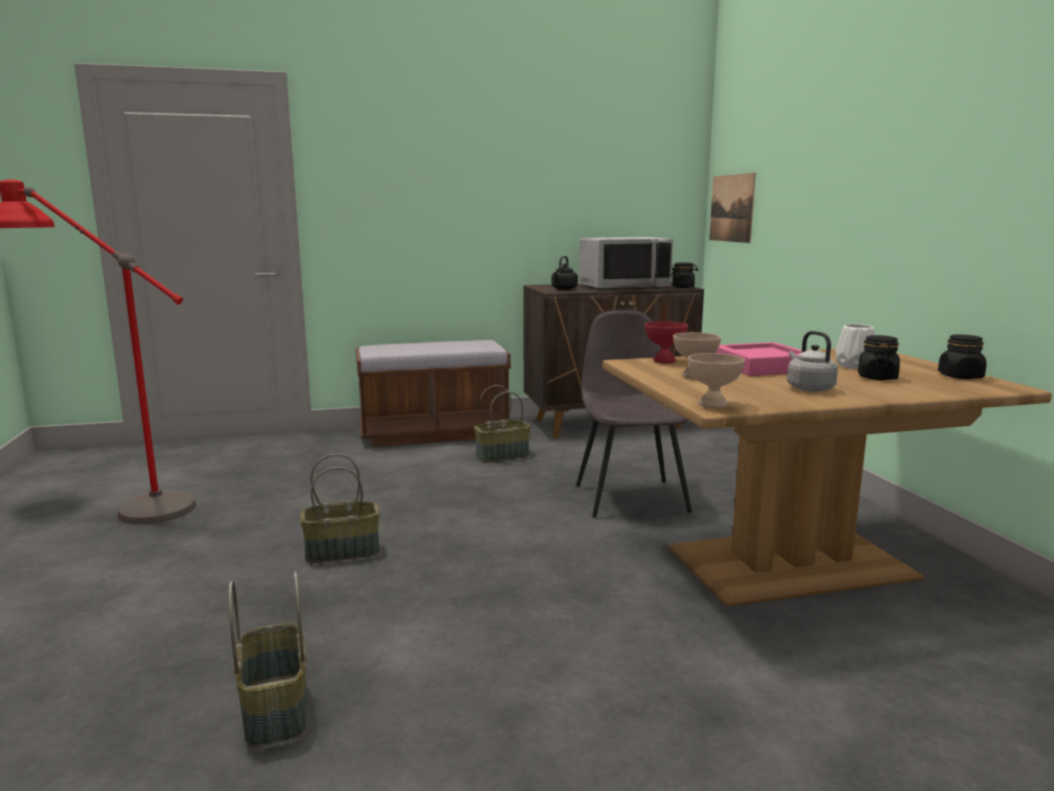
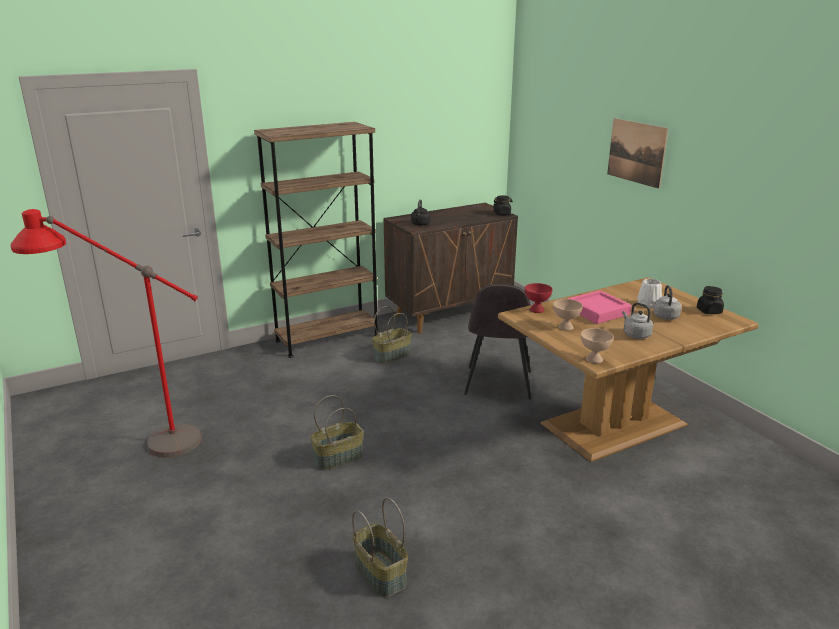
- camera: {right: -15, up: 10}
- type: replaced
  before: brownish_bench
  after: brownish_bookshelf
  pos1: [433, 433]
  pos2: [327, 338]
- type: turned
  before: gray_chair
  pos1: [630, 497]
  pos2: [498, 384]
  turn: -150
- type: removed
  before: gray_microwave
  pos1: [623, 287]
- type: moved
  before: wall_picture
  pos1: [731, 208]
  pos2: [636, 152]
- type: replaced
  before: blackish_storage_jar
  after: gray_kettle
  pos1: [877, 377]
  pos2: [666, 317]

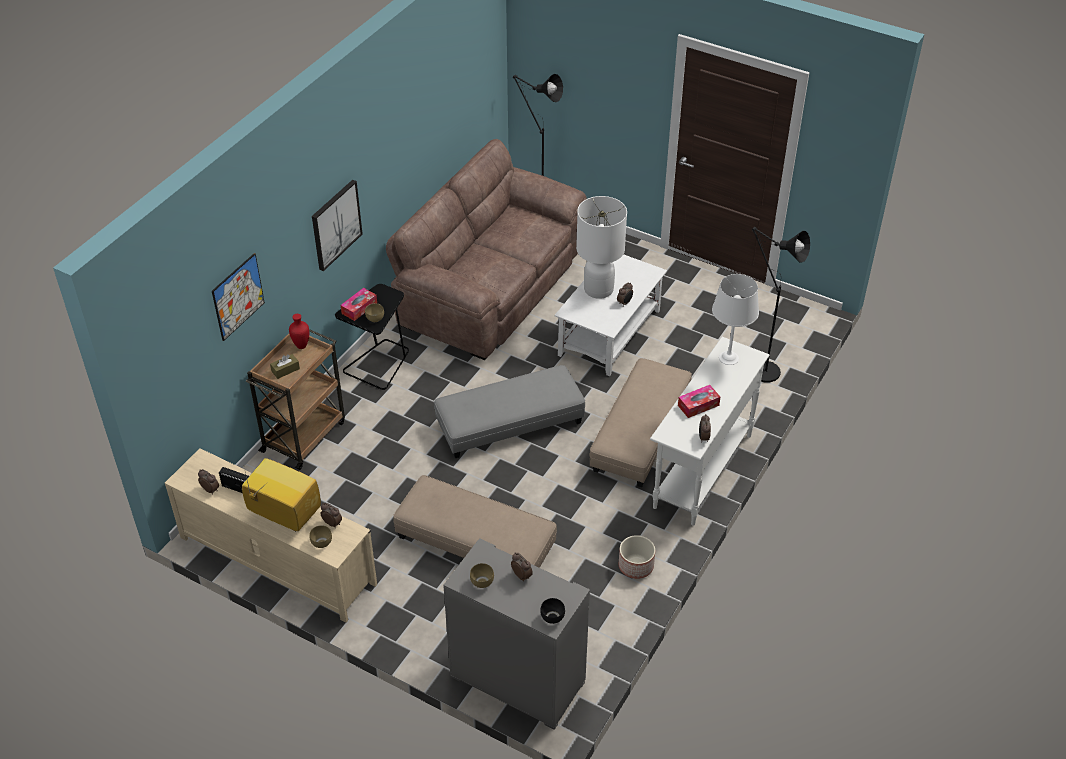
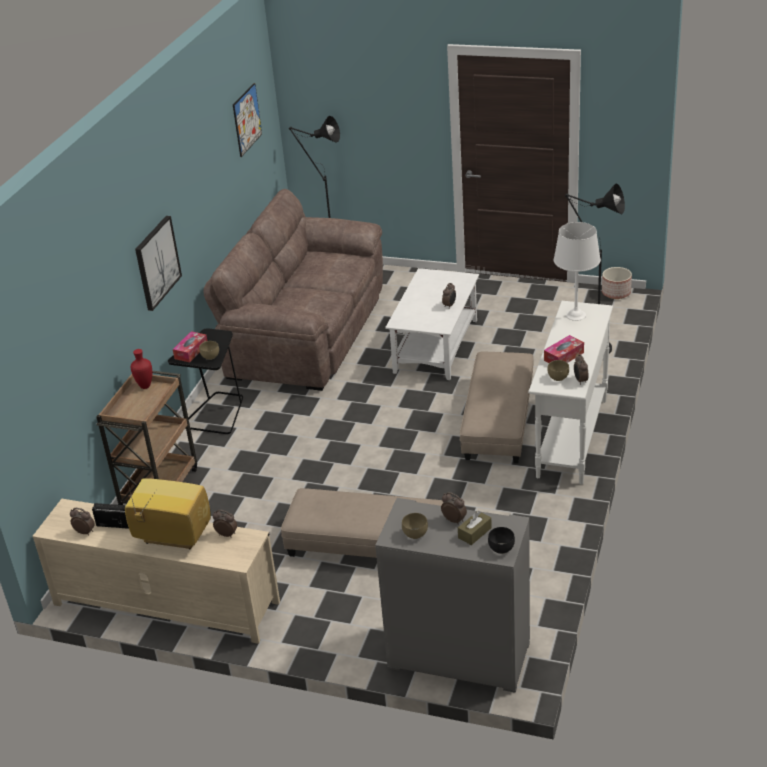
- camera: {right: -10, up: -10}
- type: moved
  before: wall_picture
  pos1: [238, 296]
  pos2: [247, 119]
- type: moved
  before: brownish_box_of_tissues
  pos1: [285, 370]
  pos2: [474, 533]
- type: moved
  before: brownish_serving_bowl
  pos1: [321, 542]
  pos2: [557, 377]
- type: removed
  before: gray_pouffe
  pos1: [509, 423]
- type: removed
  before: whitish_tabletop_lamp
  pos1: [598, 289]
- type: moved
  before: flower_pot
  pos1: [636, 566]
  pos2: [616, 293]

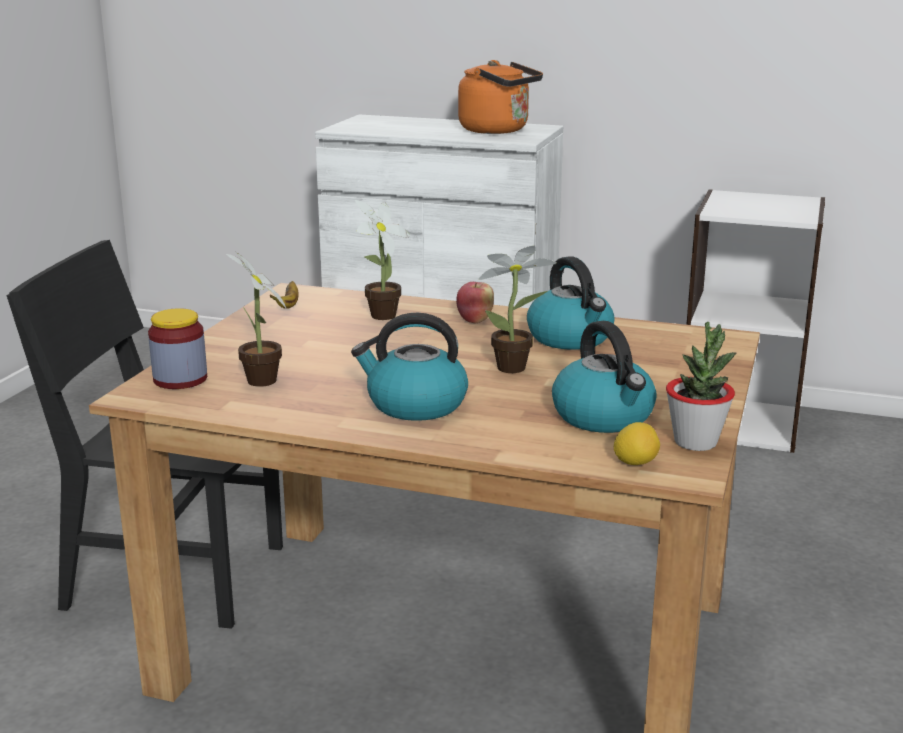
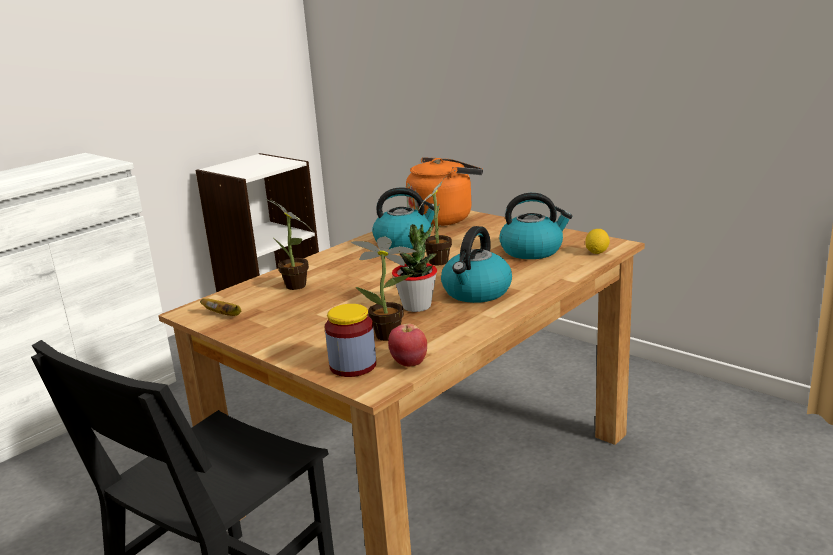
- camera: {right: -65, up: 0}
- type: moved
  before: apple_fruit
  pos1: [474, 320]
  pos2: [409, 363]
- type: moved
  before: orange_kettle
  pos1: [498, 130]
  pos2: [443, 218]
- type: moved
  before: potted_plant
  pos1: [696, 442]
  pos2: [417, 306]

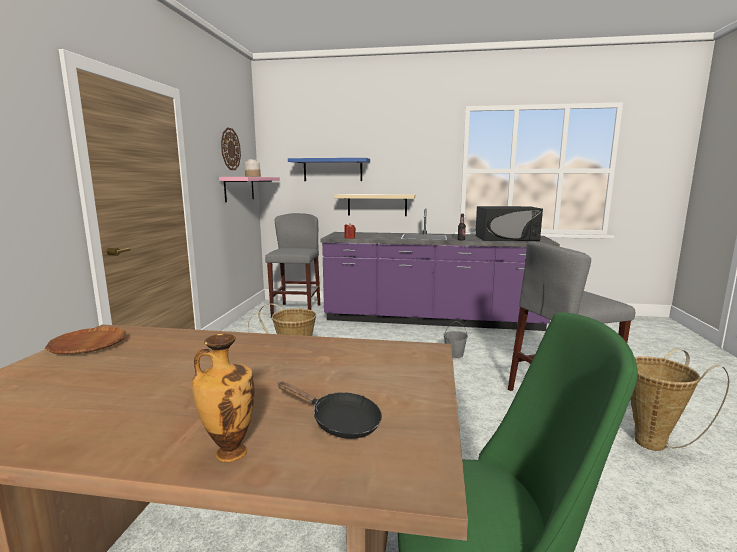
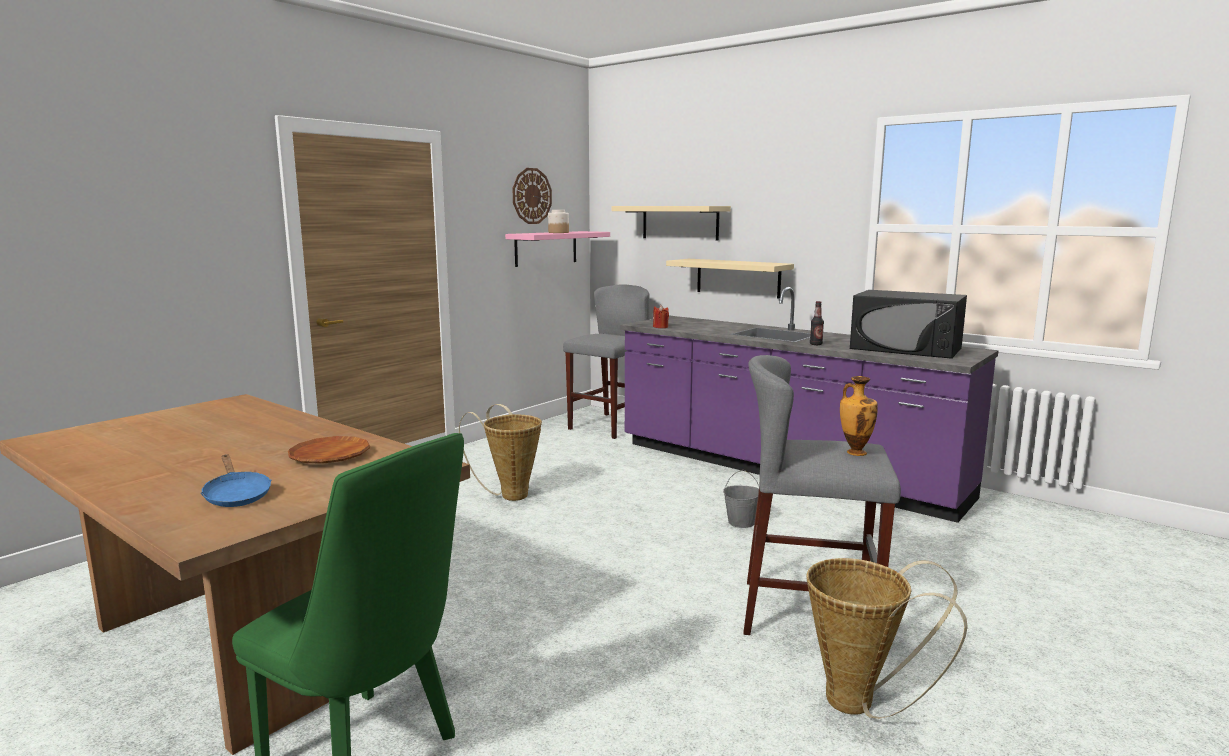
- camera: {right: 30, up: 0}
- type: moved
  before: brownish_dinner_plate
  pos1: [88, 345]
  pos2: [330, 455]
- type: moved
  before: flower_vase
  pos1: [229, 452]
  pos2: [855, 452]
- type: recoloured
  before: blackish_skillet
  after: bluish_skillet
  pos1: [339, 422]
  pos2: [236, 496]
- type: recoloured
  before: bluish_shelf
  after: sand-coloured_shelf
  pos1: [332, 170]
  pos2: [680, 222]

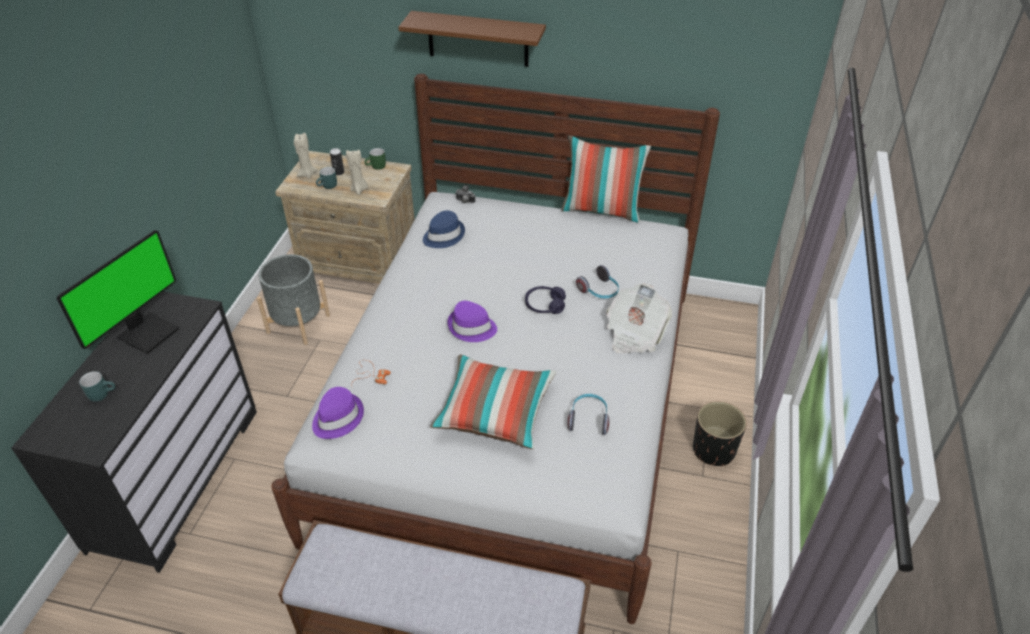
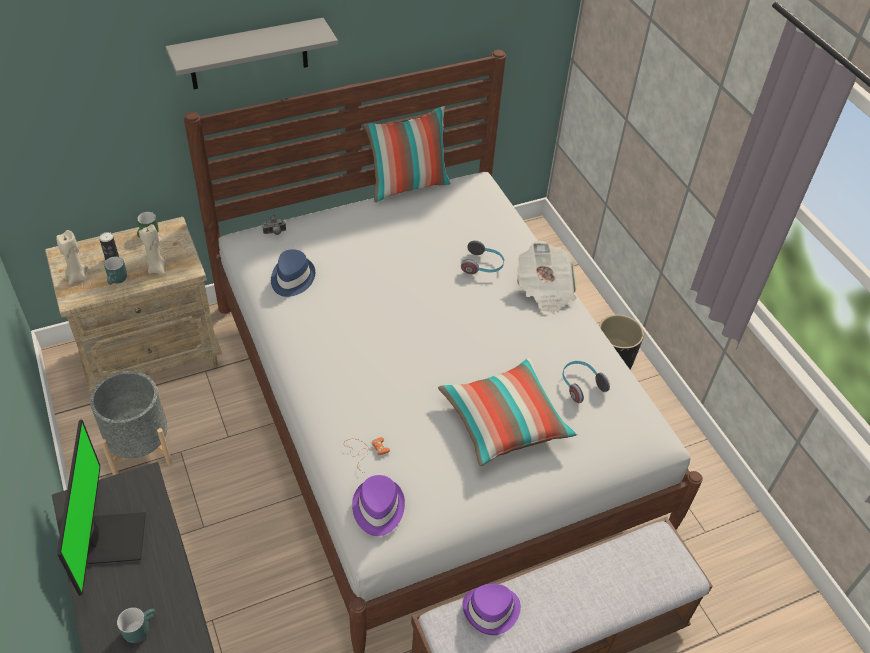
- camera: {right: -40, up: 5}
- type: recoloured
  before: brownish_shelf
  after: gray_shelf
  pos1: [478, 39]
  pos2: [248, 54]
- type: moved
  before: purplish_clothing_hat
  pos1: [471, 328]
  pos2: [491, 610]
- type: removed
  before: purplish_pair_of_headphones
  pos1: [545, 305]

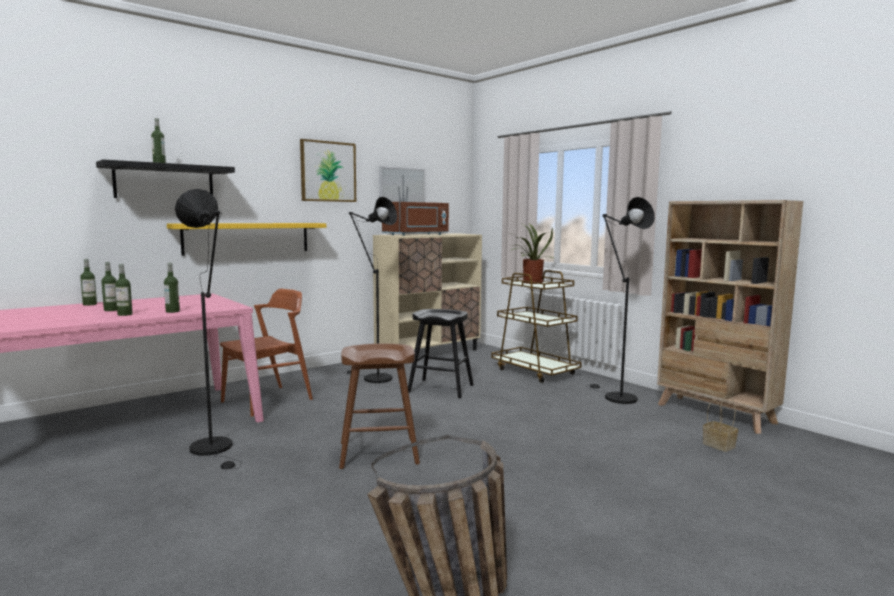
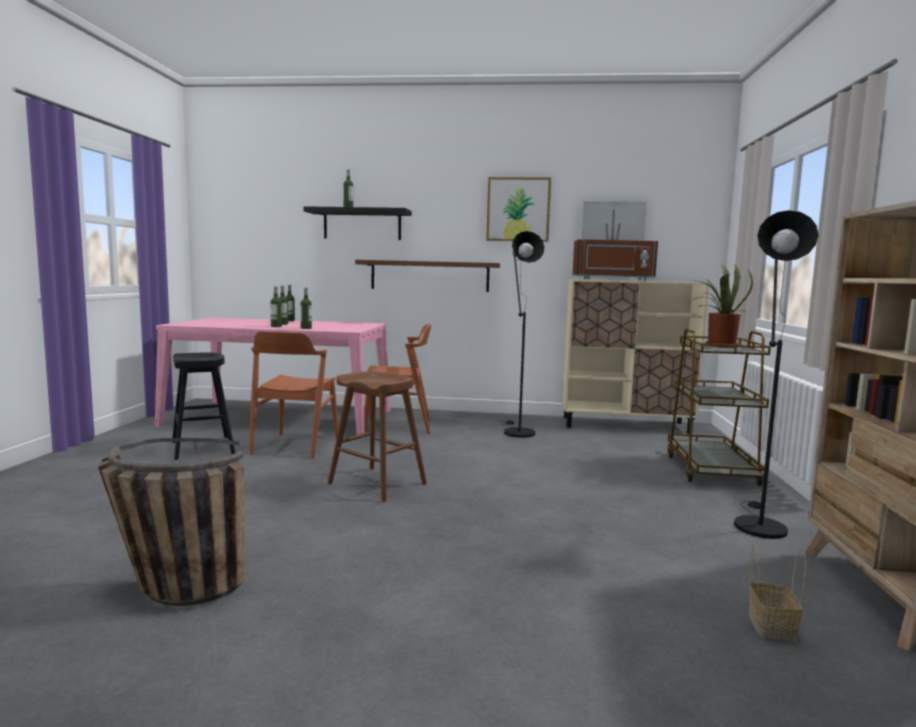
- camera: {right: 45, up: 0}
- type: recoloured
  before: yellow_shelf
  after: brownish_shelf
  pos1: [247, 238]
  pos2: [429, 276]
- type: replaced
  before: blackish_floor_lamp
  after: brownish_chair
  pos1: [215, 449]
  pos2: [295, 446]
- type: moved
  before: blackish_stool
  pos1: [440, 388]
  pos2: [202, 447]

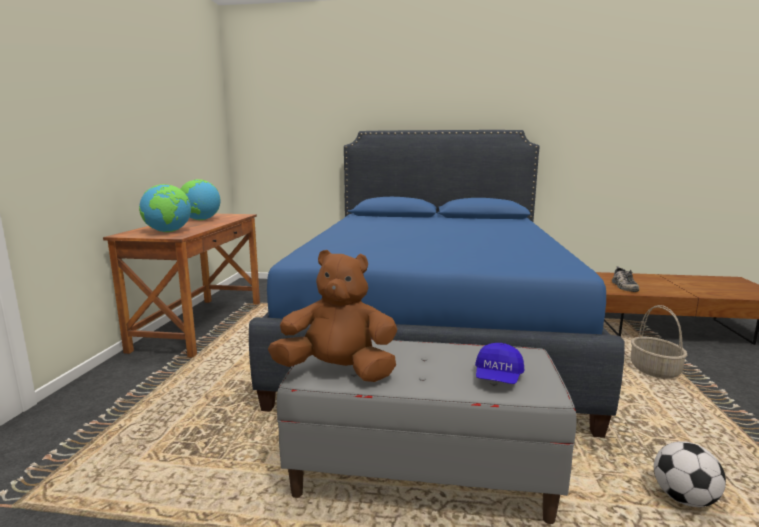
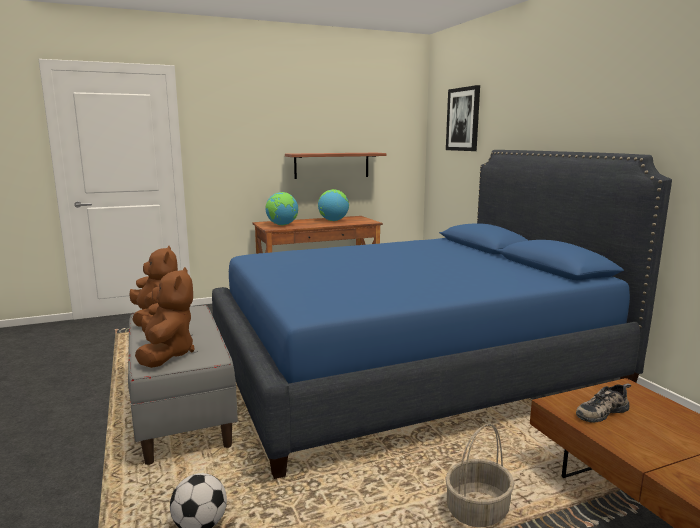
- camera: {right: 60, up: 0}
- type: replaced
  before: bluish_baseball_cap
  after: brownish_plush_toy
  pos1: [498, 378]
  pos2: [166, 354]
- type: added
  after: shelf
  pos2: [332, 165]
- type: added
  after: wall_picture
  pos2: [463, 119]

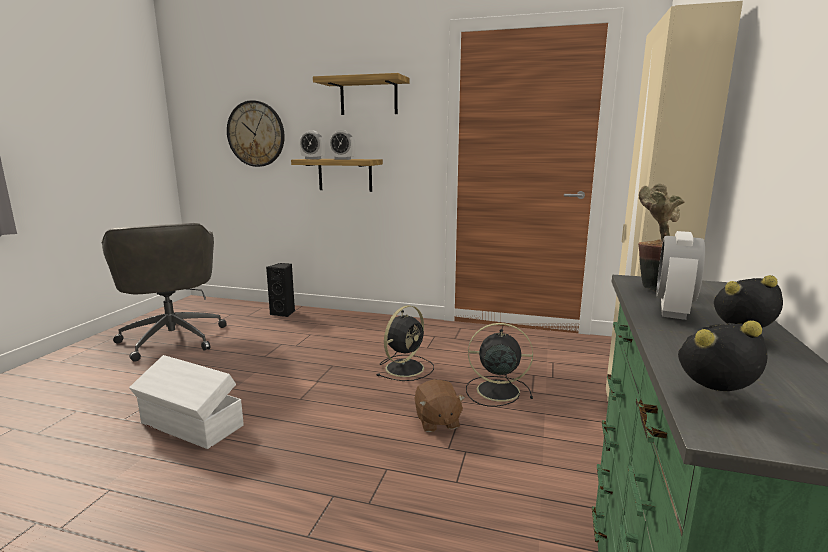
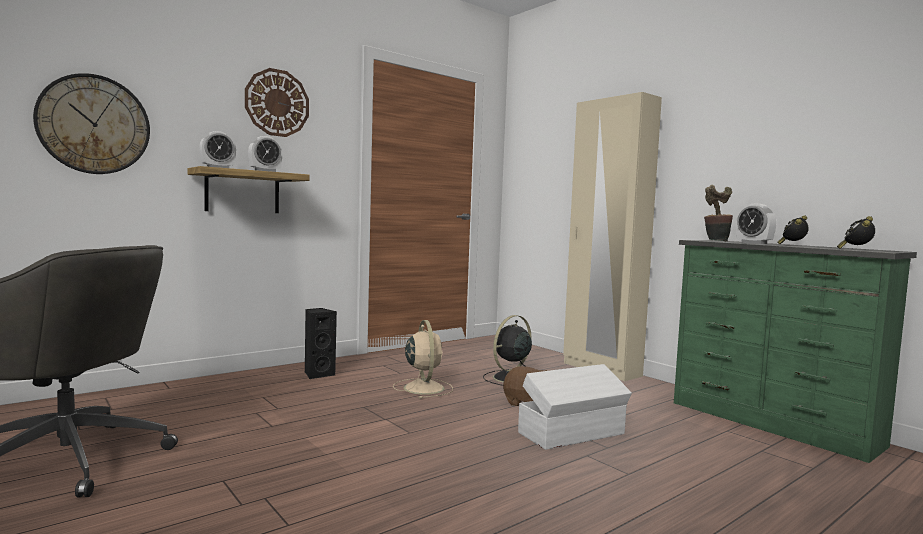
- camera: {right: -55, up: -10}
- type: moved
  before: whitish_storage_bin
  pos1: [191, 425]
  pos2: [573, 434]
- type: moved
  before: blackish_speaker
  pos1: [284, 313]
  pos2: [318, 374]
- type: replaced
  before: shelf
  after: wall_clock
  pos1: [368, 97]
  pos2: [277, 103]
- type: recoloured
  before: blackish_cooling_fan
  after: sand-coloured_cooling_fan
  pos1: [406, 367]
  pos2: [423, 387]

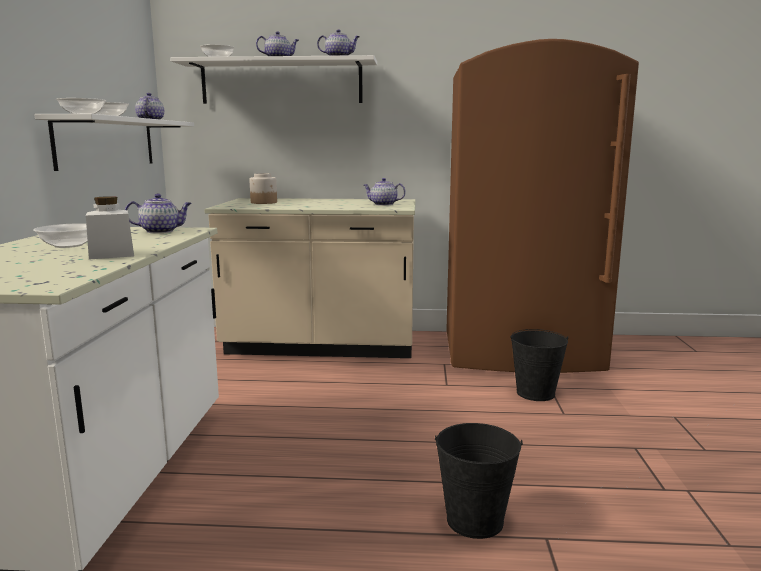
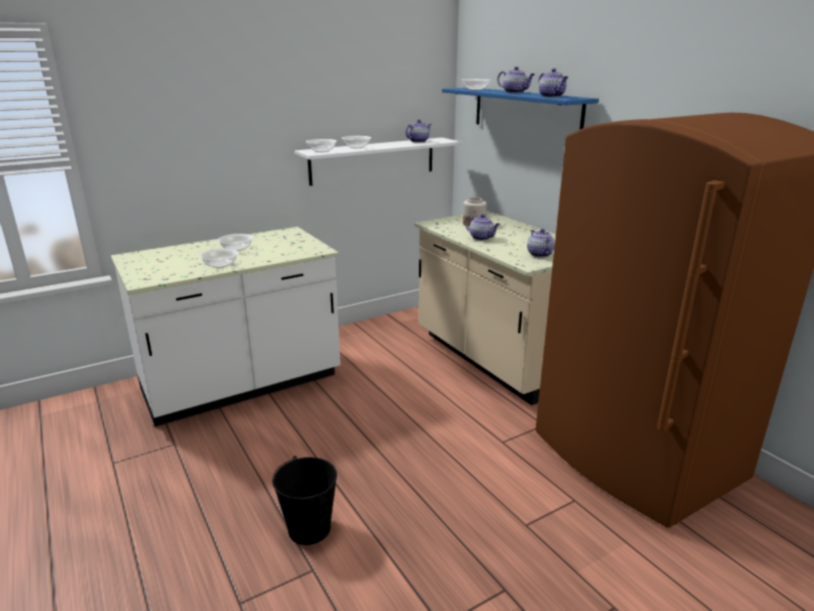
- camera: {right: 55, up: 10}
- type: replaced
  before: whitish_storage_jar
  after: serving_bowl
  pos1: [111, 255]
  pos2: [220, 265]
- type: moved
  before: pot_for_tea
  pos1: [161, 231]
  pos2: [482, 238]
- type: recoloured
  before: whitish_shelf
  after: bluish_shelf
  pos1: [281, 82]
  pos2: [525, 112]
- type: removed
  before: blackish_water_bucket
  pos1: [535, 393]

